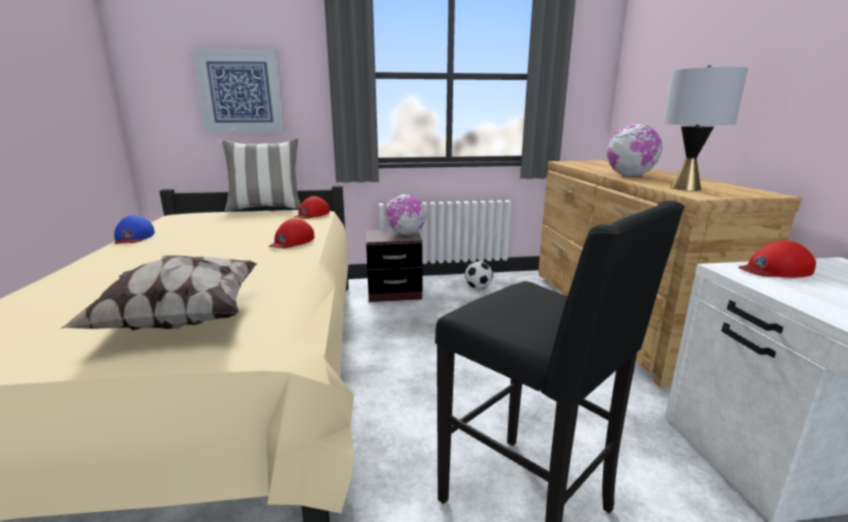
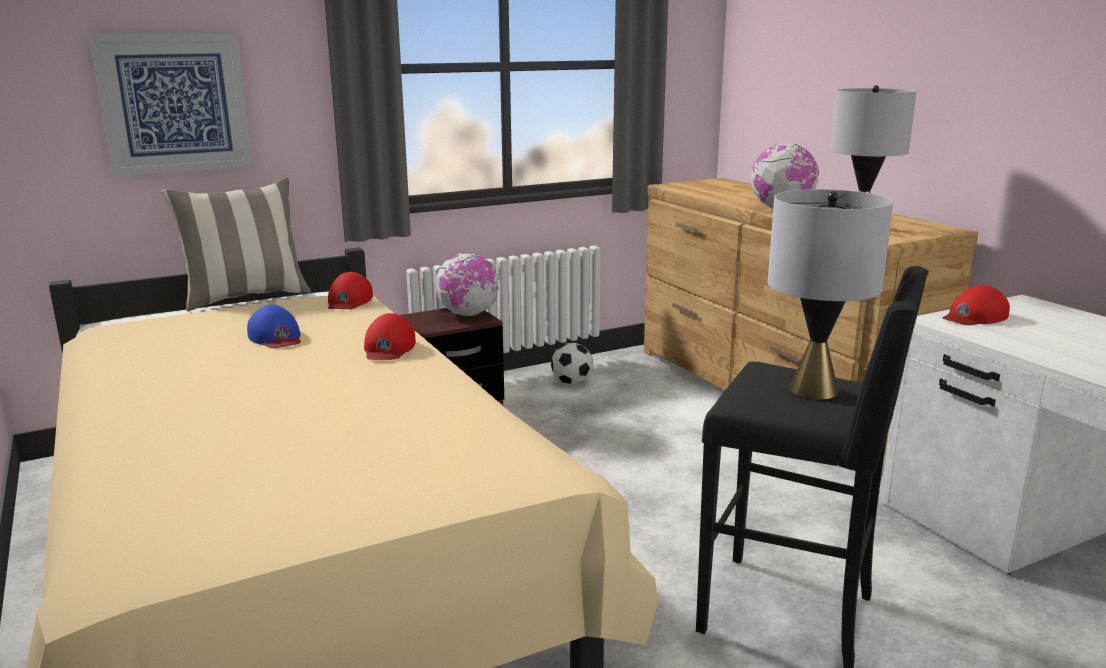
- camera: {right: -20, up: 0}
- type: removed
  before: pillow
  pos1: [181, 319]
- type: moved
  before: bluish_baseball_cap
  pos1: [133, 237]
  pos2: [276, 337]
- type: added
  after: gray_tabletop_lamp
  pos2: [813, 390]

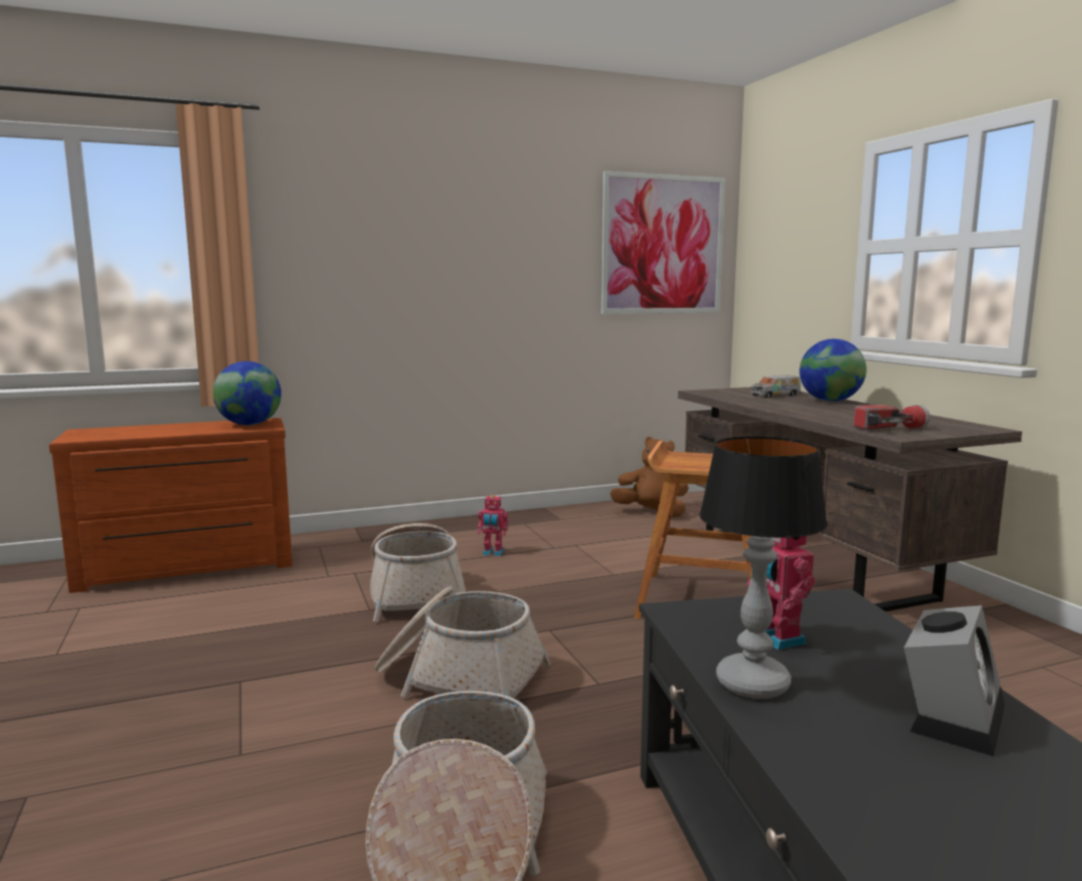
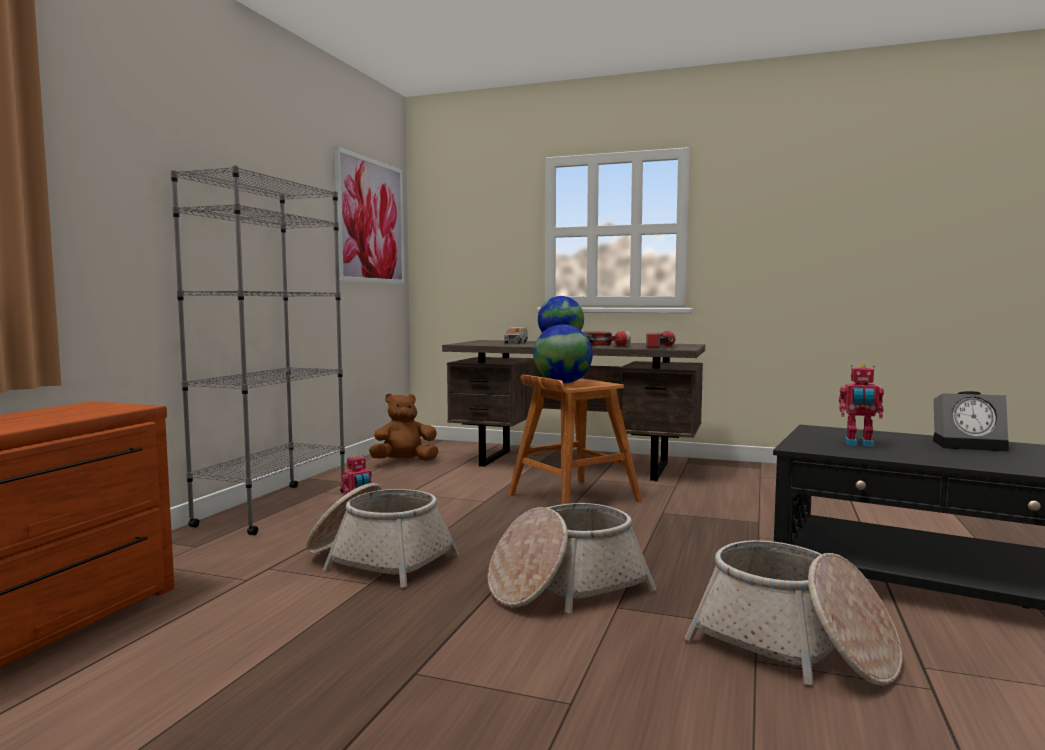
- camera: {right: -50, up: -5}
- type: moved
  before: world_globe
  pos1: [249, 425]
  pos2: [562, 383]
- type: removed
  before: tabletop_lamp
  pos1: [754, 683]
- type: turned
  before: bedside_clock
  pos1: [951, 714]
  pos2: [970, 445]
  turn: 120
- type: added
  after: gray_bookshelf
  pos2: [274, 508]
- type: added
  after: hand_torch
  pos2: [606, 346]

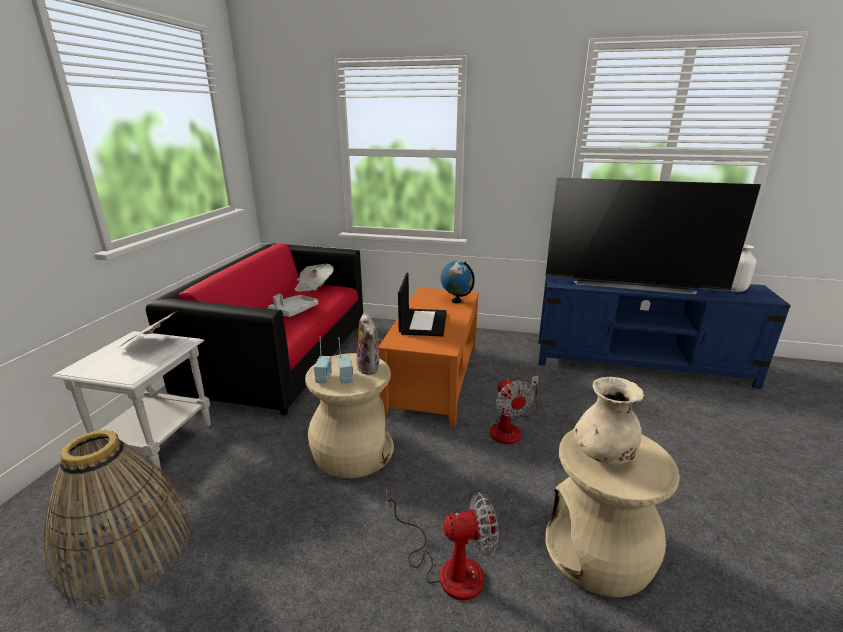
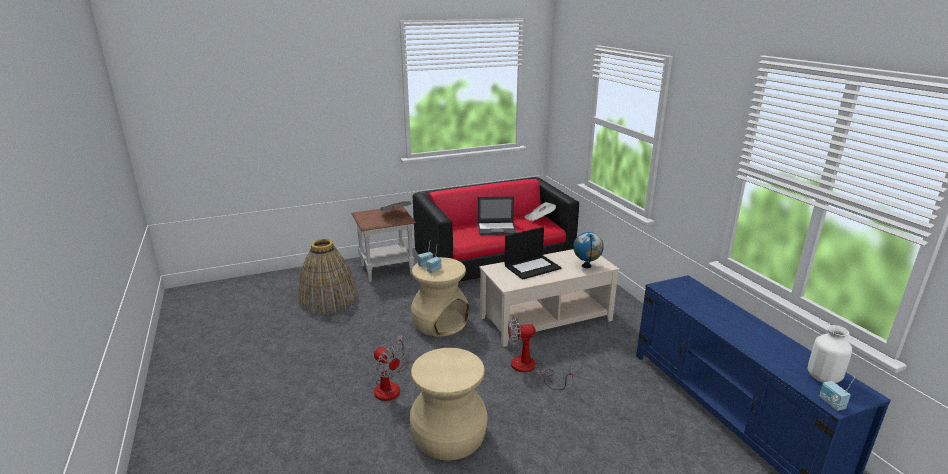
- camera: {right: 55, up: 0}
- type: recoloured
  before: whitish_accent_table
  after: brownish_accent_table
  pos1: [158, 442]
  pos2: [387, 269]
- type: replaced
  before: gray_tray
  after: laptop
  pos1: [293, 311]
  pos2: [497, 229]
- type: removed
  before: plush_toy
  pos1: [370, 368]
- type: recoloured
  before: orange_coffee_table
  after: sand-coloured_coffee_table
  pos1: [433, 379]
  pos2: [546, 319]
- type: turned
  before: cooling_fan
  pos1: [511, 428]
  pos2: [530, 369]
  turn: 45
- type: removed
  before: TV_set
  pos1: [632, 284]
- type: removed
  before: sand-coloured_flower_vase
  pos1: [603, 455]
- type: added
  after: radio_receiver
  pos2: [831, 403]

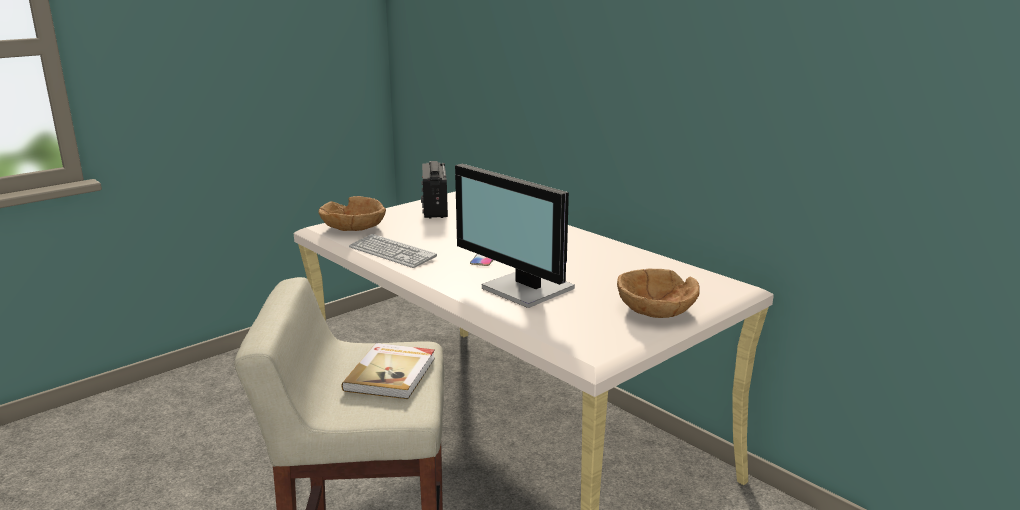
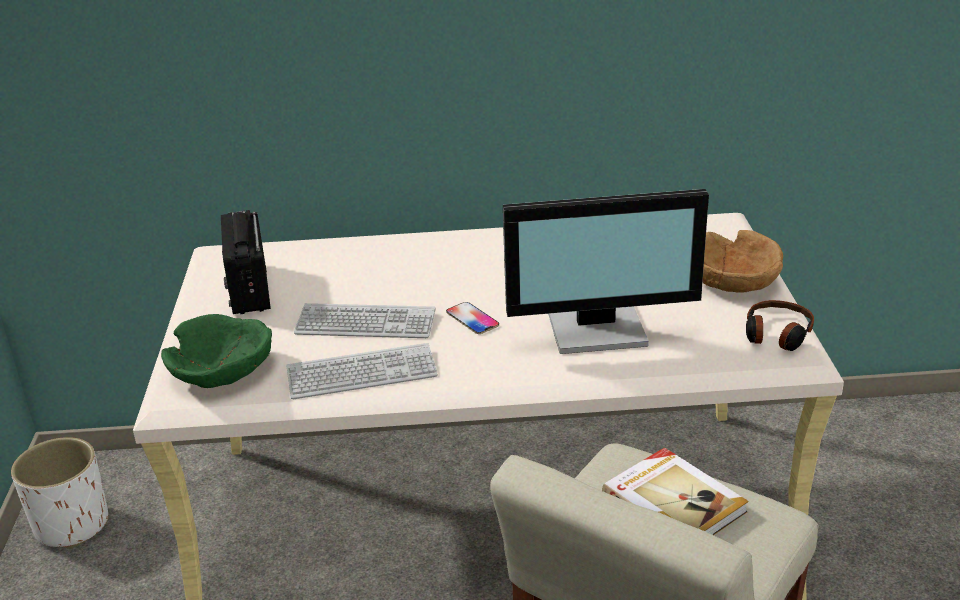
- camera: {right: -50, up: 10}
- type: recoloured
  before: brownish_serving_bowl
  after: greenish_serving_bowl
  pos1: [354, 228]
  pos2: [222, 371]
- type: turned
  before: radio_receiver
  pos1: [435, 209]
  pos2: [249, 290]
  turn: 45
- type: added
  after: whitish_flower_pot
  pos2: [71, 525]
- type: added
  after: keyboard
  pos2: [365, 323]
- type: added
  after: pair_of_headphones
  pos2: [776, 335]

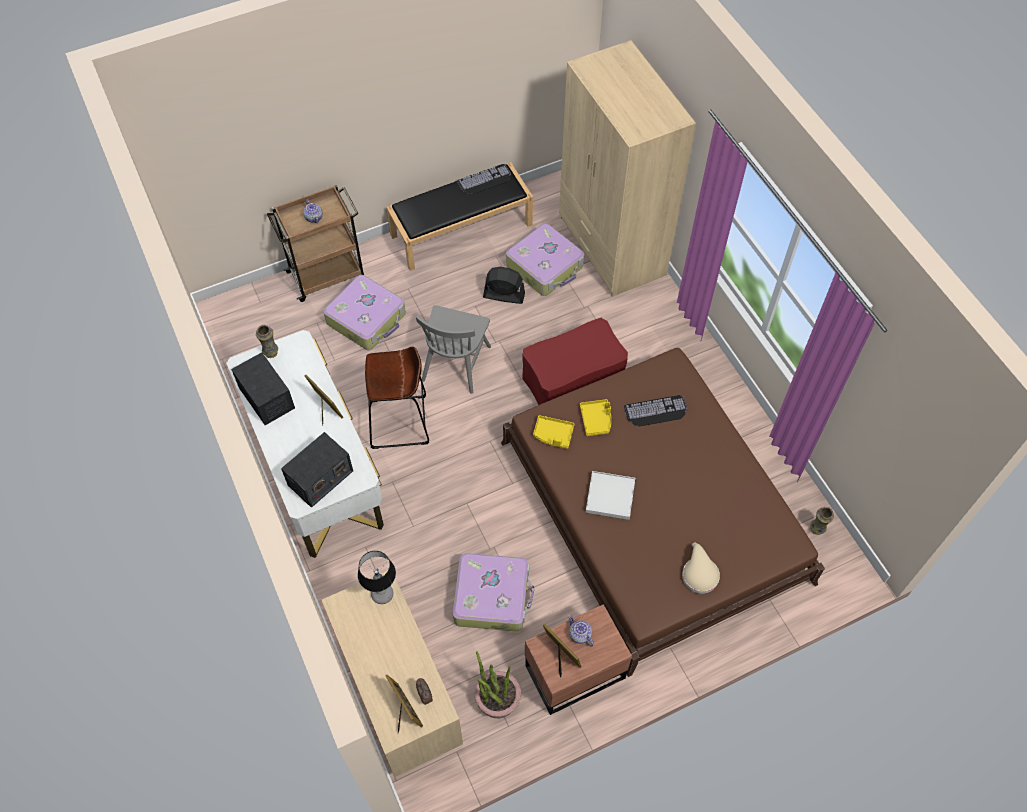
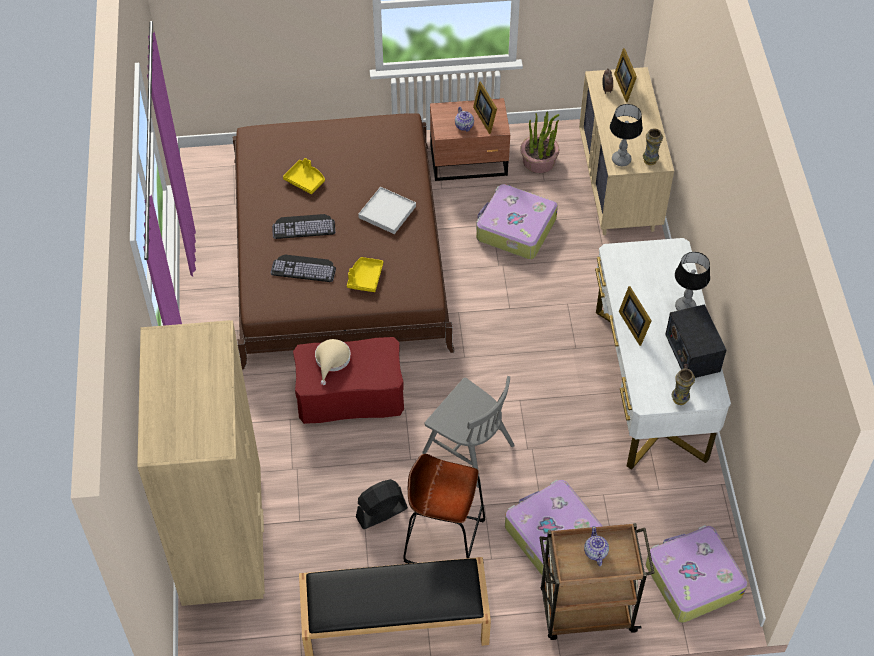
- camera: {right: -160, up: -5}
- type: removed
  before: radio_receiver
  pos1: [320, 478]
- type: moved
  before: brownish_stool
  pos1: [399, 422]
  pos2: [444, 541]
- type: turned
  before: gray_chair
  pos1: [456, 363]
  pos2: [468, 448]
  turn: 90
- type: moved
  before: keyboard
  pos1: [485, 180]
  pos2: [304, 226]
- type: turned
  before: blackish_cooling_fan
  pos1: [503, 295]
  pos2: [381, 512]
  turn: 120
- type: moved
  before: suitcase
  pos1: [545, 266]
  pos2: [692, 579]
- type: moved
  before: yellow_tray
  pos1: [553, 435]
  pos2: [305, 180]
- type: moved
  before: sand-coloured_clothing_hat
  pos1: [699, 573]
  pos2: [332, 360]
- type: moved
  before: flower_vase
  pos1: [816, 529]
  pos2: [650, 160]
- type: added
  after: tabletop_lamp
  pos2: [685, 307]

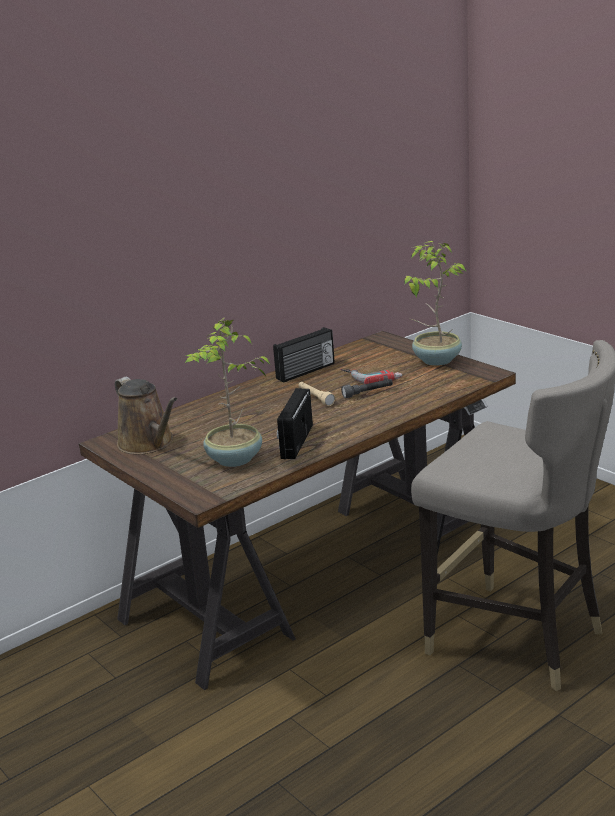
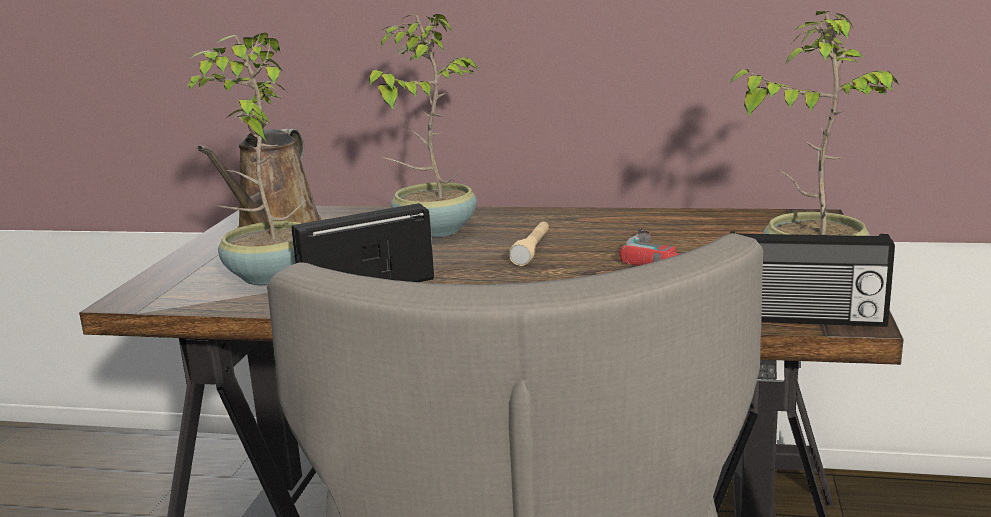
- camera: {right: 50, up: -5}
- type: moved
  before: radio_receiver
  pos1: [306, 371]
  pos2: [804, 319]
- type: removed
  before: gray_hand_torch
  pos1: [368, 393]
- type: added
  after: potted_plant
  pos2: [433, 230]

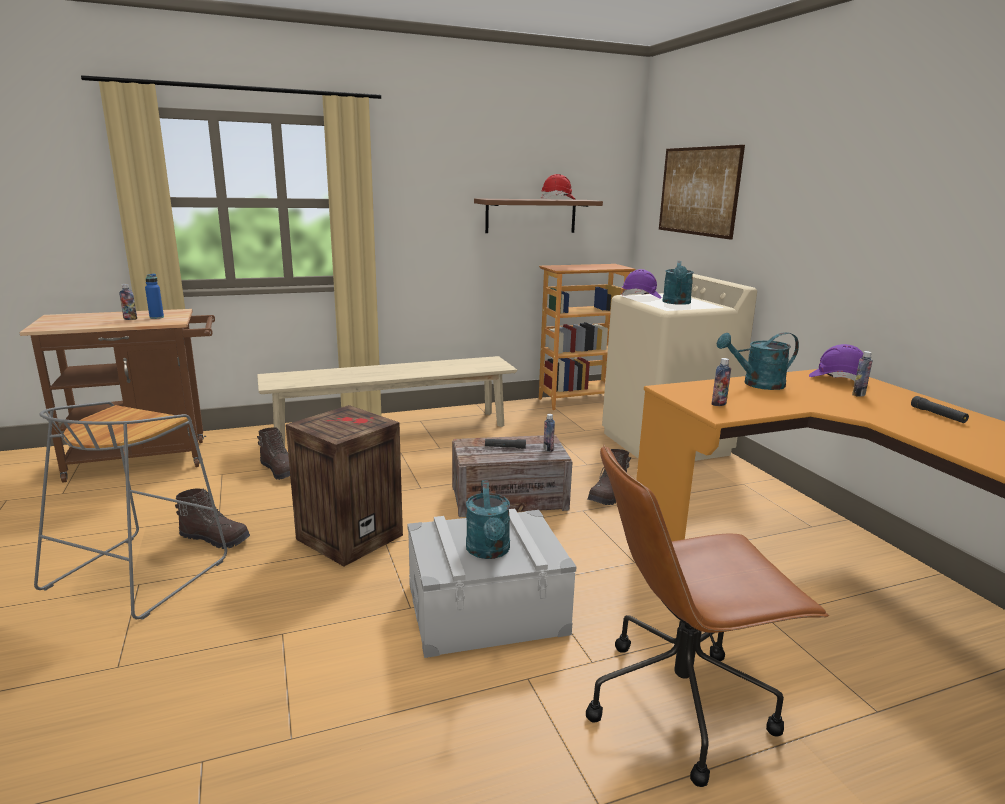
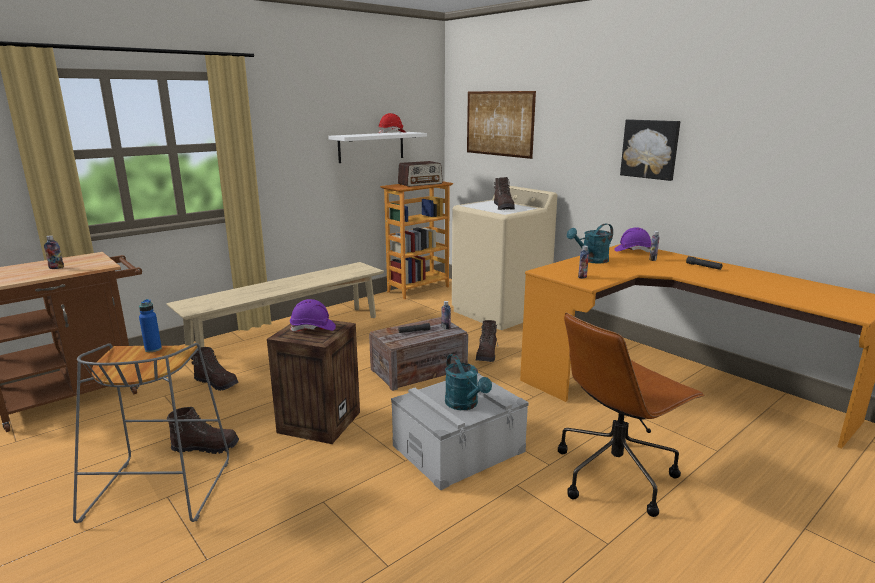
- camera: {right: -20, up: 0}
- type: moved
  before: bluish_bottle
  pos1: [156, 317]
  pos2: [153, 349]
- type: recoloured
  before: brownish_shelf
  after: whitish_shelf
  pos1: [531, 216]
  pos2: [371, 147]
- type: moved
  before: purplish_safety_helmet
  pos1: [641, 296]
  pos2: [313, 328]
- type: replaced
  before: turquoise_watering_pot
  after: brownish_high-top_boot
  pos1: [676, 303]
  pos2: [504, 207]
- type: added
  after: radio_receiver
  pos2: [420, 183]
- type: added
  after: wall_picture
  pos2: [650, 149]

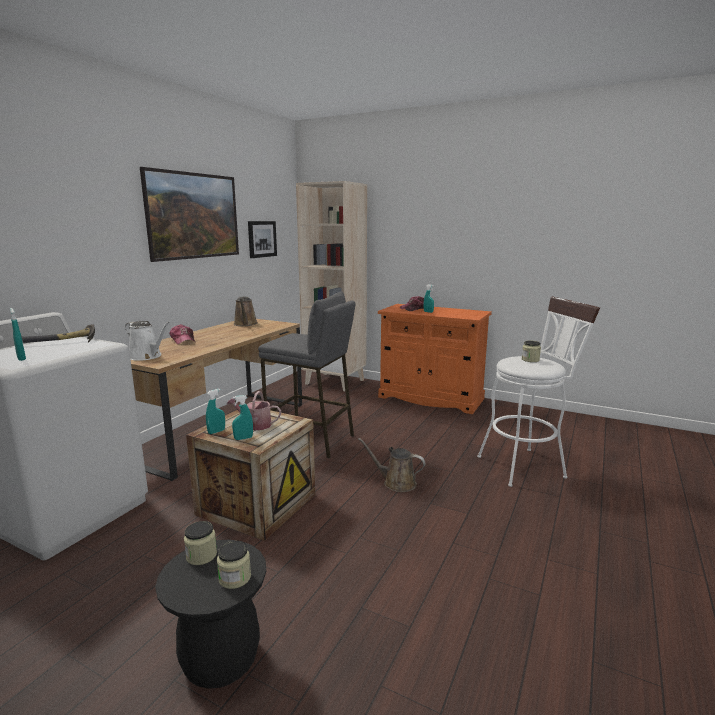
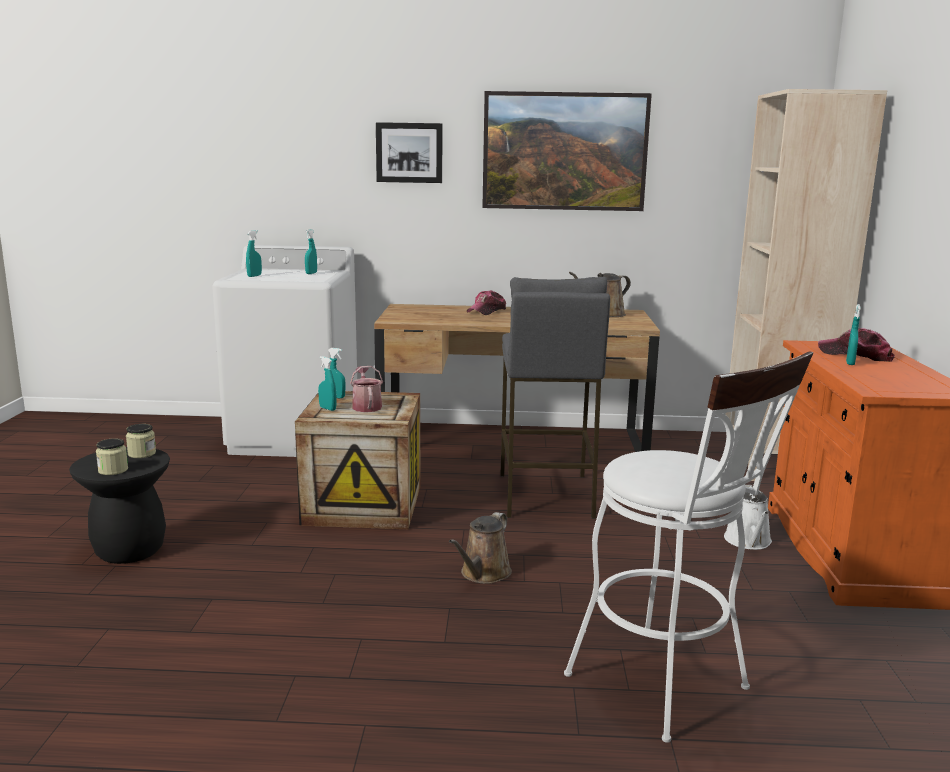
- camera: {right: 65, up: 0}
- type: replaced
  before: tool_hammer
  after: turquoise_spray_bottle
  pos1: [61, 343]
  pos2: [311, 273]
- type: moved
  before: whitish_watering_pot
  pos1: [147, 356]
  pos2: [748, 541]
- type: moved
  before: wall_picture
  pos1: [261, 239]
  pos2: [409, 152]
- type: turned
  before: brownish_watering_pot
  pos1: [396, 483]
  pos2: [483, 574]
  turn: -150
- type: removed
  before: storage_jar
  pos1: [530, 360]

